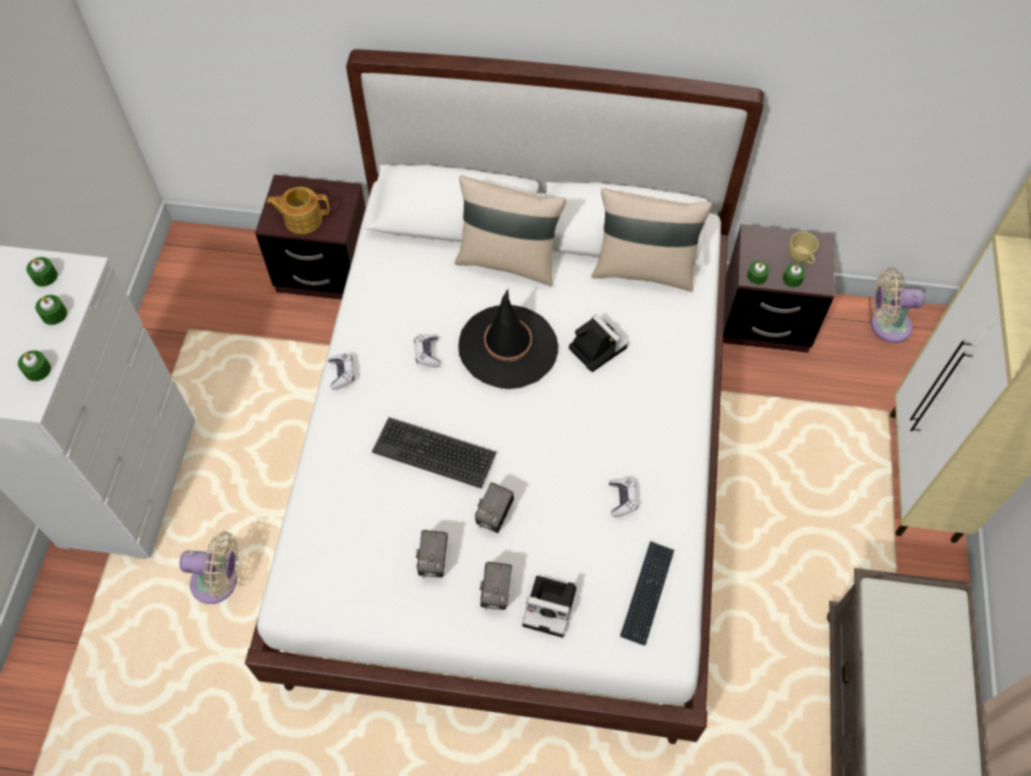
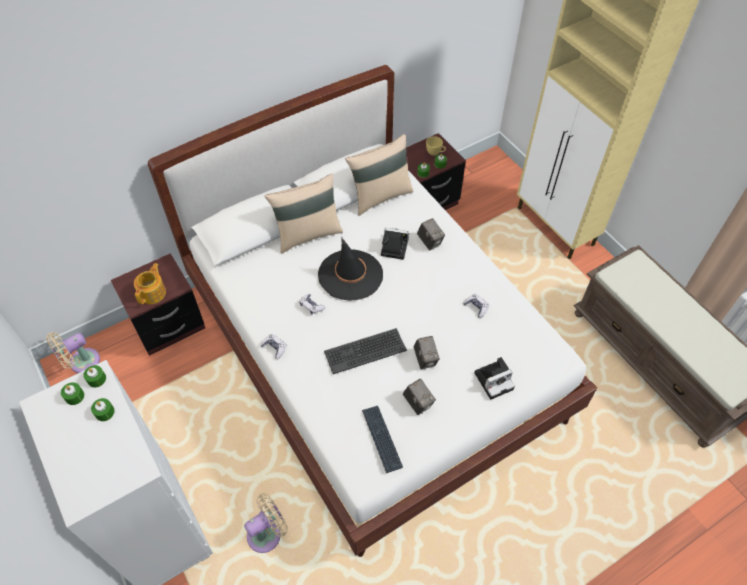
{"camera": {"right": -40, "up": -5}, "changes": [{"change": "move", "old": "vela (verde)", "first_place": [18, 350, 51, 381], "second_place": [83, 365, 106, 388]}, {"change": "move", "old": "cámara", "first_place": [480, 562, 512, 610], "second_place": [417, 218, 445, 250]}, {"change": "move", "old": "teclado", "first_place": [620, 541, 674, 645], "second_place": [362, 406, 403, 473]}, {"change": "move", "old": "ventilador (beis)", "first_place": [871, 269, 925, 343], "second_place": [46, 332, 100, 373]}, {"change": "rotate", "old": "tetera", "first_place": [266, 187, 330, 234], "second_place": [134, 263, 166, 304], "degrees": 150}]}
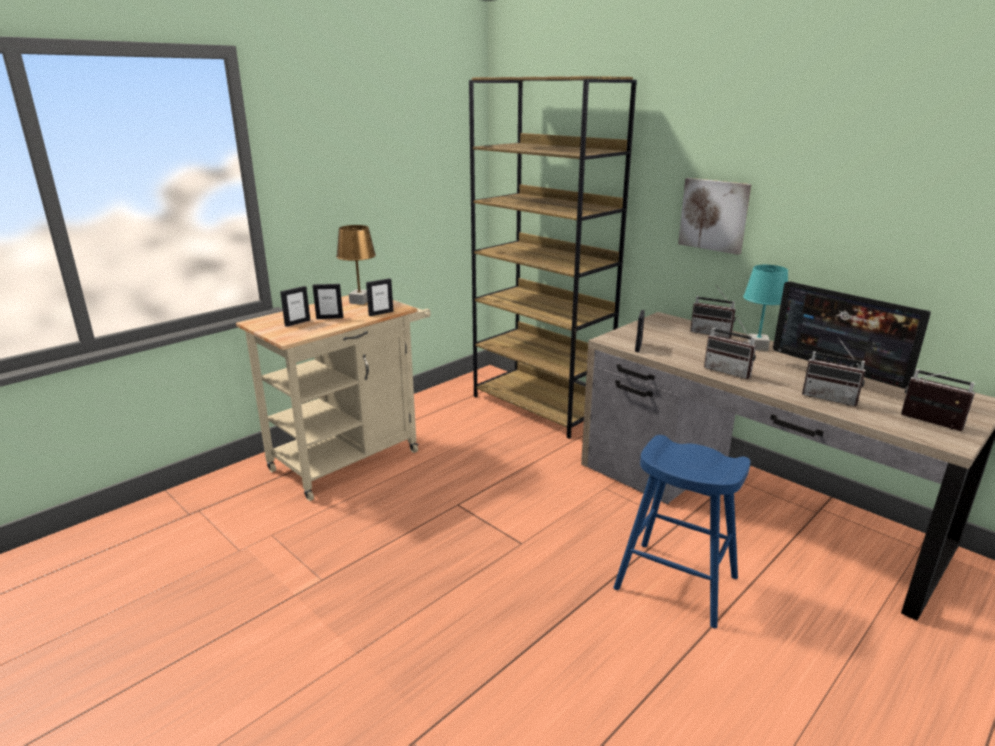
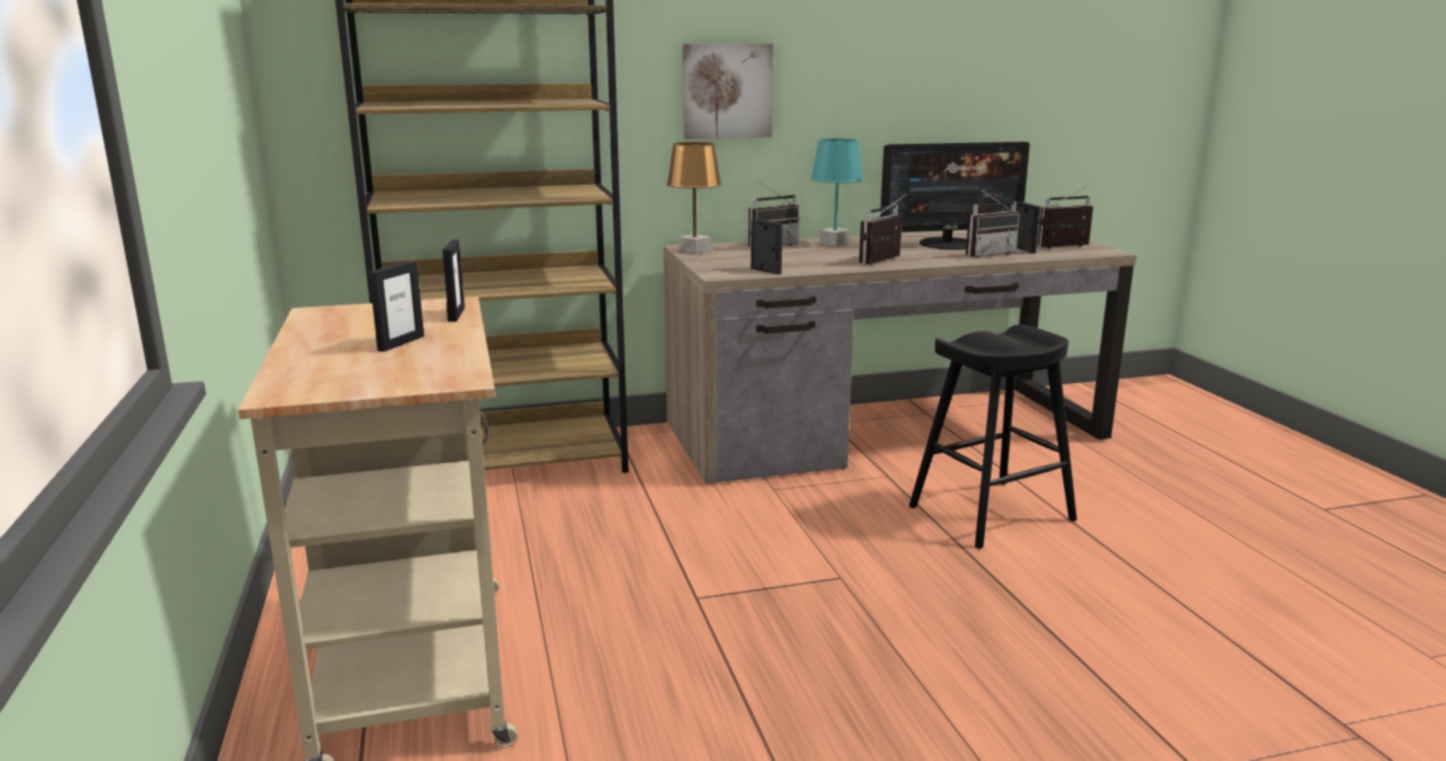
{"camera": {"right": -60, "up": -5}, "changes": [{"change": "move", "old": "portarretratos", "first_place": [280, 286, 310, 327], "second_place": [1016, 202, 1040, 253]}, {"change": "move", "old": "lámpara de mesa (marrón)", "first_place": [336, 225, 376, 305], "second_place": [667, 142, 722, 254]}, {"change": "recolor", "old": "taburete (azul)", "new": "taburete (negro)", "first_place": [613, 435, 750, 628], "second_place": [909, 324, 1077, 549]}, {"change": "rotate", "old": "radio", "first_place": [704, 316, 756, 379], "second_place": [859, 195, 906, 265], "degrees": 150}]}
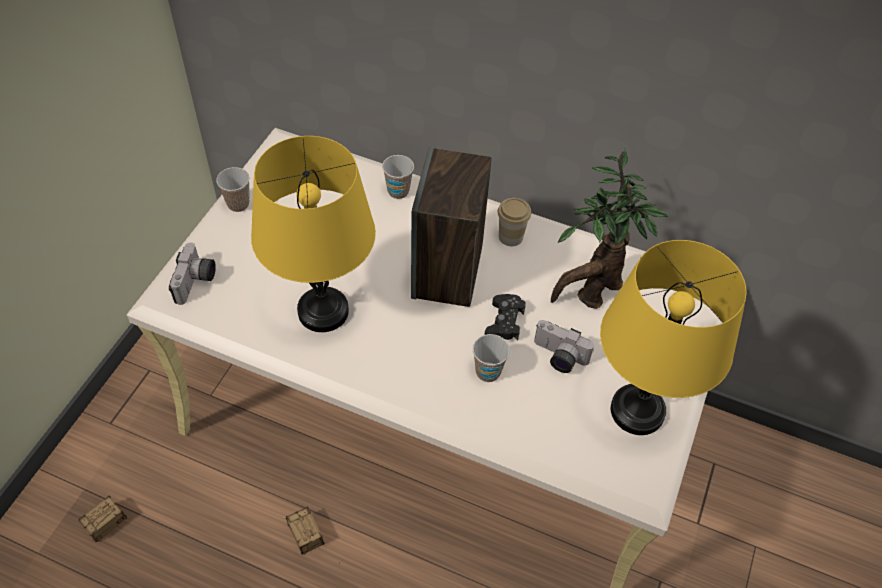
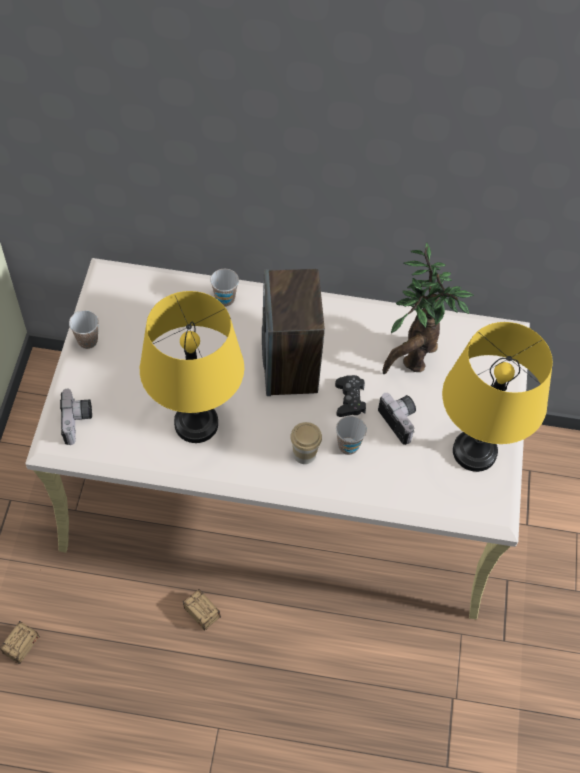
{"camera": {"right": -15, "up": 5}, "changes": [{"change": "move", "old": "taza", "first_place": [498, 198, 531, 246], "second_place": [290, 422, 322, 464]}, {"change": "rotate", "old": "cámara", "first_place": [534, 320, 594, 373], "second_place": [378, 393, 416, 445], "degrees": -135}]}
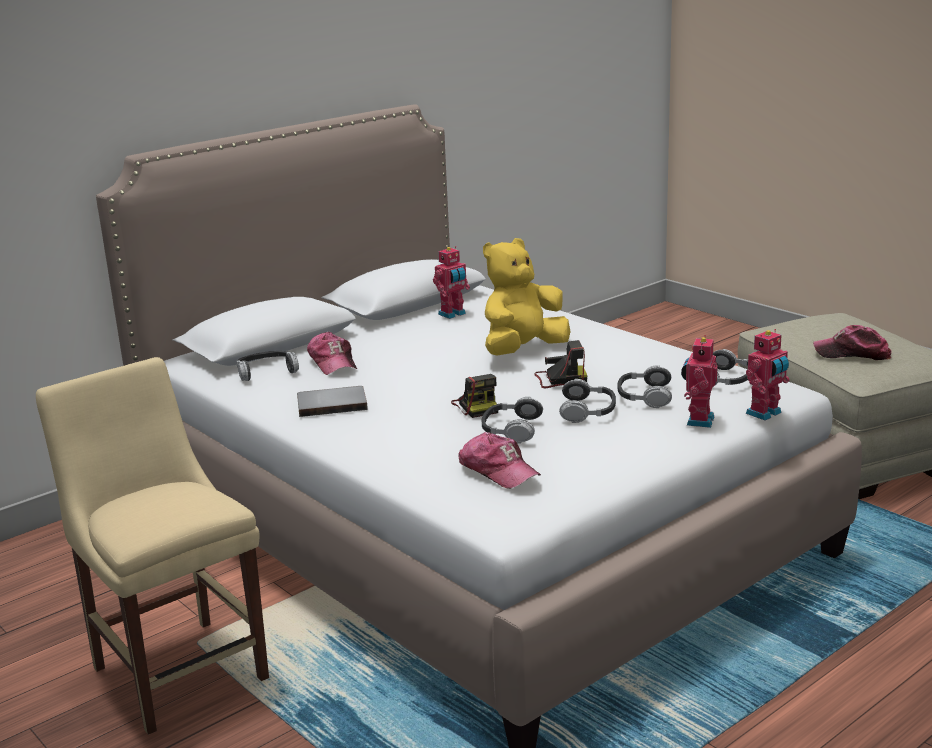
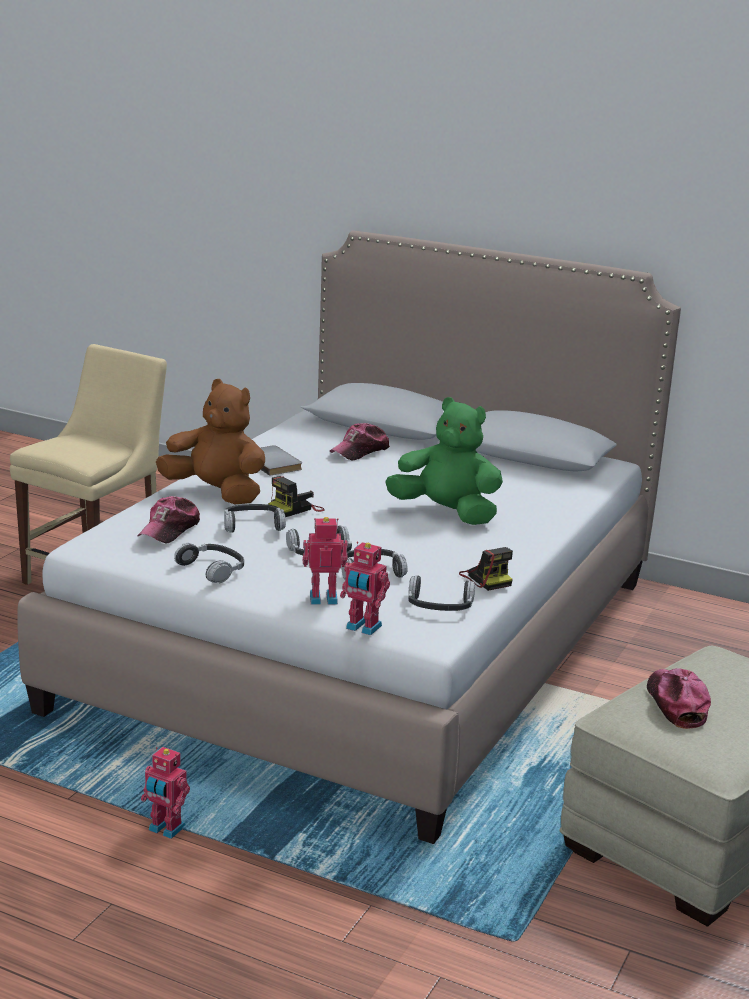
{"camera": {"right": 65, "up": 0}, "changes": [{"change": "insert", "new": "peluche (marrón)", "second_place": [156, 379, 265, 504]}, {"change": "move", "old": "auriculares", "first_place": [236, 351, 299, 381], "second_place": [174, 543, 244, 583]}, {"change": "move", "old": "robot de juguete", "first_place": [433, 246, 470, 319], "second_place": [141, 747, 190, 839]}, {"change": "move", "old": "cámara", "first_place": [534, 340, 588, 388], "second_place": [459, 547, 513, 591]}, {"change": "recolor", "old": "peluche (amarillo)", "new": "peluche (verde)", "first_place": [483, 238, 571, 355], "second_place": [385, 397, 503, 525]}]}
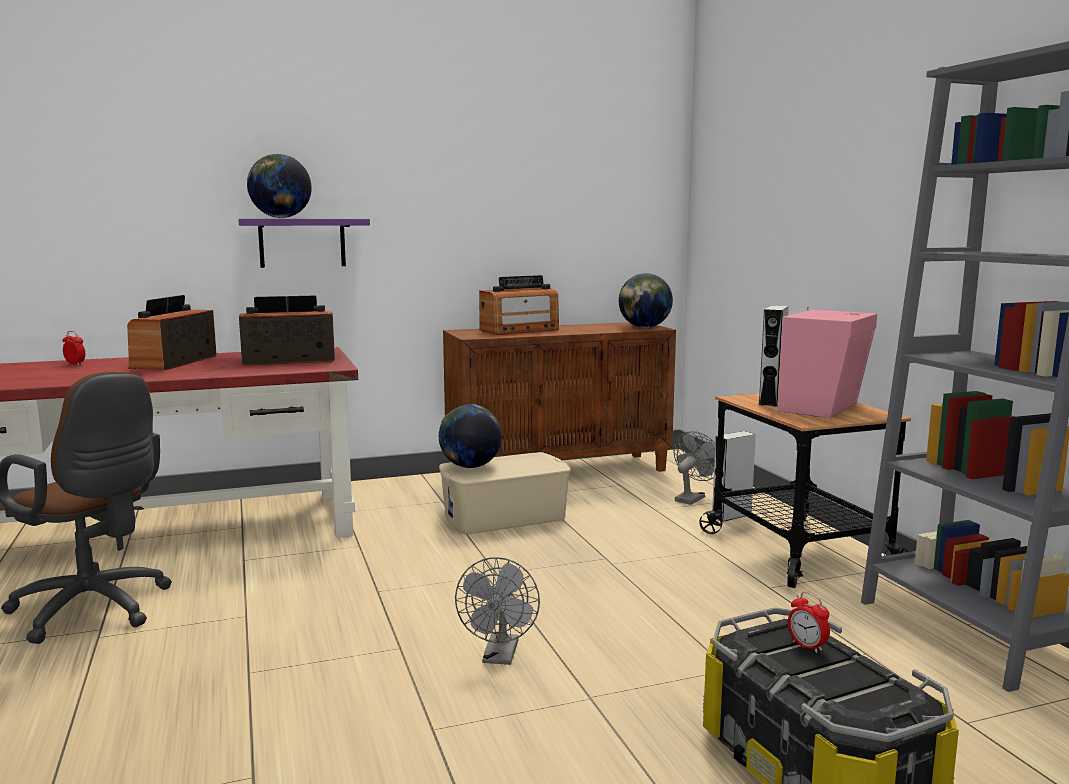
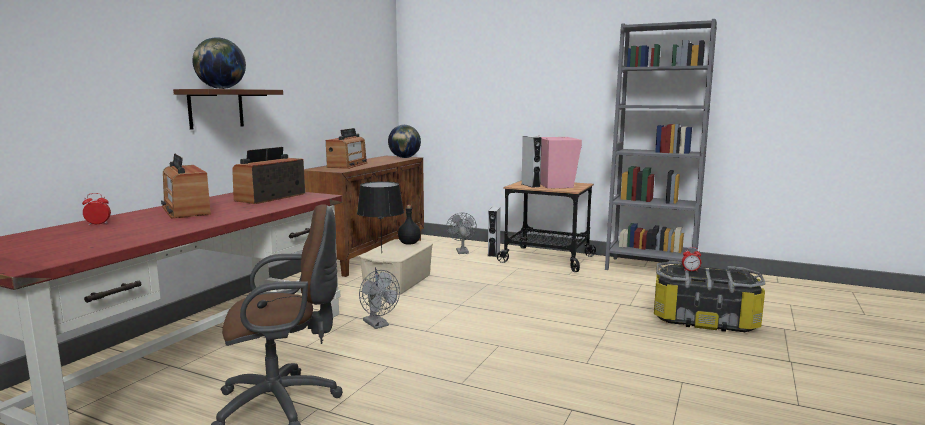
{"camera": {"right": -45, "up": 0}, "changes": [{"change": "insert", "new": "botella (negro)", "second_place": [398, 205, 421, 245]}, {"change": "move", "old": "ventilador (gris)", "first_place": [455, 557, 540, 665], "second_place": [359, 270, 400, 329]}, {"change": "replace", "old": "globo terráqueo", "new": "lámpara de mesa (negro)", "first_place": [439, 404, 502, 468], "second_place": [357, 181, 404, 252]}, {"change": "recolor", "old": "estante (morado)", "new": "estante (marrón)", "first_place": [238, 219, 370, 268], "second_place": [173, 89, 283, 130]}]}
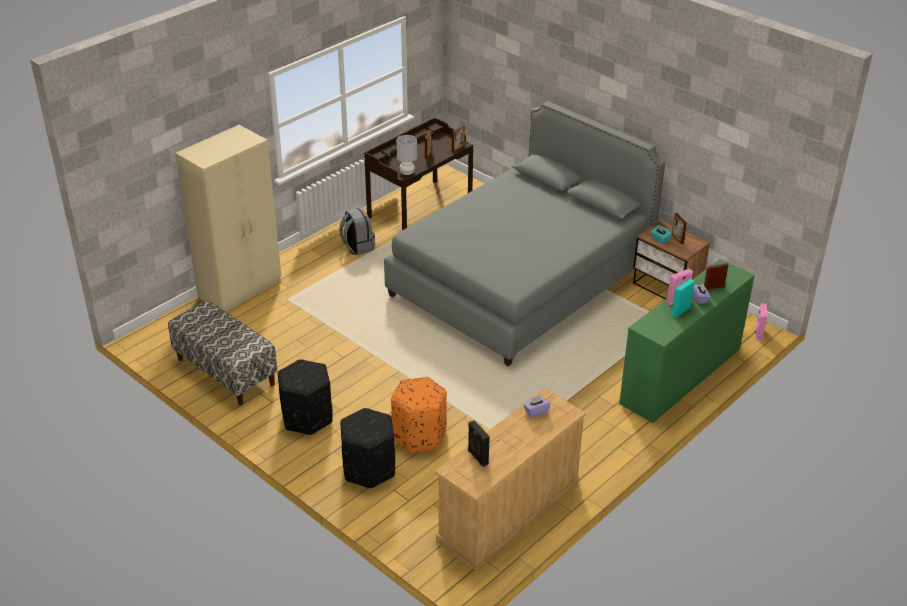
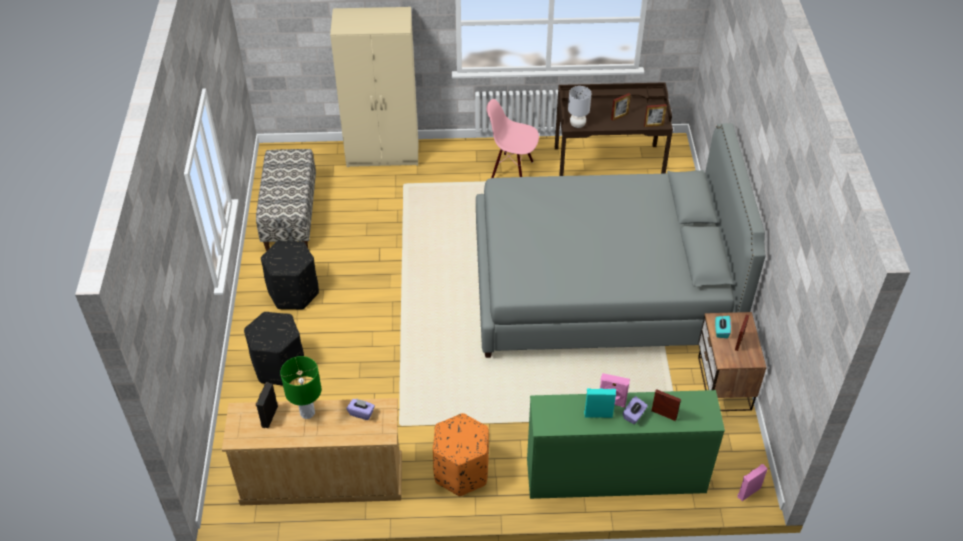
{"camera": {"right": 45, "up": 10}, "changes": [{"change": "insert", "new": "lámpara de mesa (verde)", "second_place": [280, 356, 321, 419]}, {"change": "move", "old": "puf (naranja)", "first_place": [391, 377, 447, 453], "second_place": [433, 413, 489, 496]}, {"change": "replace", "old": "mochila (gris)", "new": "silla (rosa)", "first_place": [339, 208, 375, 255], "second_place": [487, 99, 539, 178]}]}
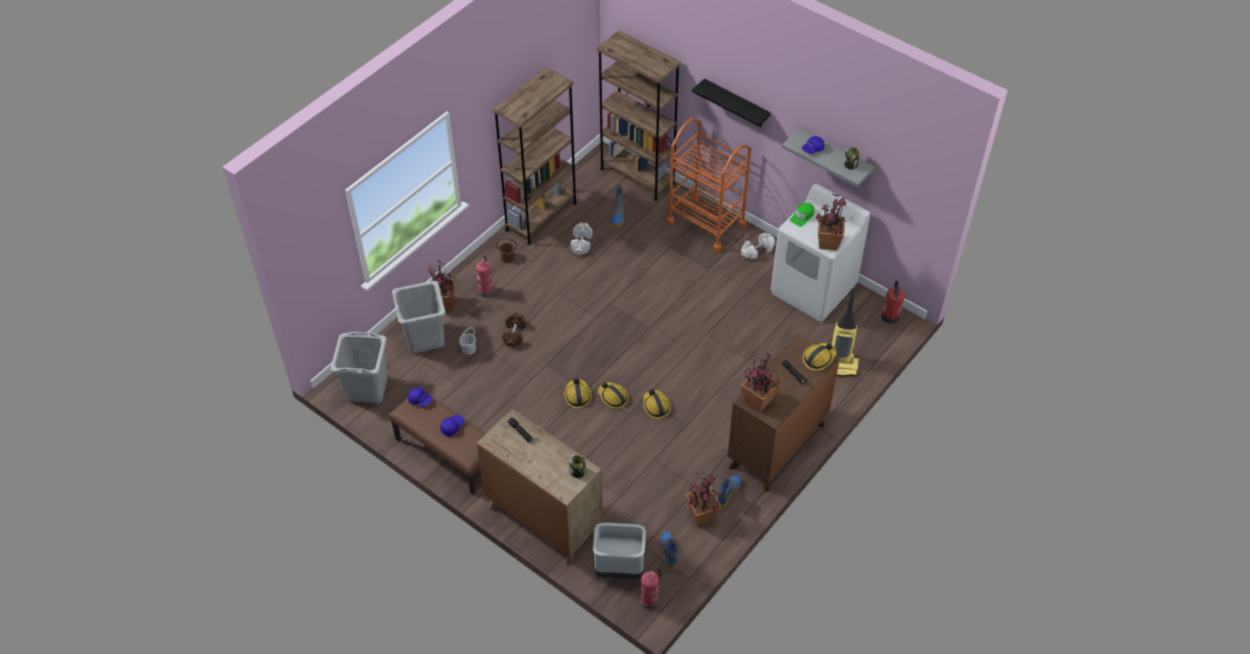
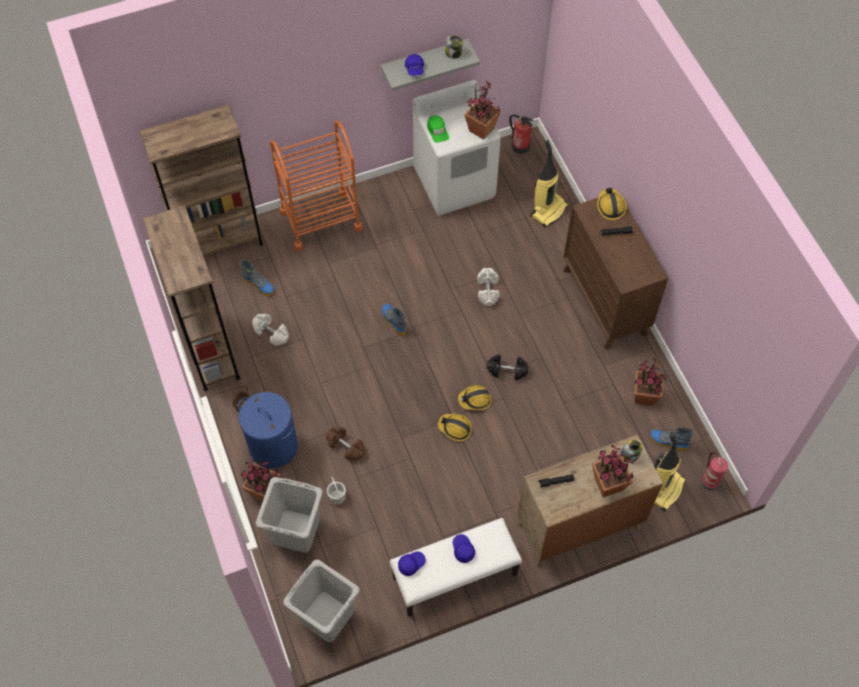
{"camera": {"right": -60, "up": 10}, "changes": [{"change": "delete", "old": "estante (negro)", "first_place": [692, 79, 771, 127]}, {"change": "move", "old": "bota", "first_place": [717, 476, 741, 509], "second_place": [382, 304, 406, 336]}, {"change": "move", "old": "mancuerna (blanco)", "first_place": [741, 233, 775, 260], "second_place": [477, 268, 500, 306]}, {"change": "move", "old": "planta en maceta", "first_place": [741, 352, 780, 412], "second_place": [592, 445, 634, 497]}, {"change": "replace", "old": "extintor", "new": "cesto de la ropa (azul)", "first_place": [476, 256, 494, 298], "second_place": [238, 392, 298, 468]}, {"change": "replace", "old": "papelera (gris)", "new": "aspiradora", "first_place": [593, 523, 646, 579], "second_place": [654, 433, 686, 511]}, {"change": "replace", "old": "casco", "new": "mancuerna (negro)", "first_place": [643, 389, 671, 419], "second_place": [487, 355, 529, 380]}, {"change": "recolor", "old": "banco (marrón)", "new": "banco (blanco)", "first_place": [388, 393, 486, 495], "second_place": [390, 518, 522, 617]}]}
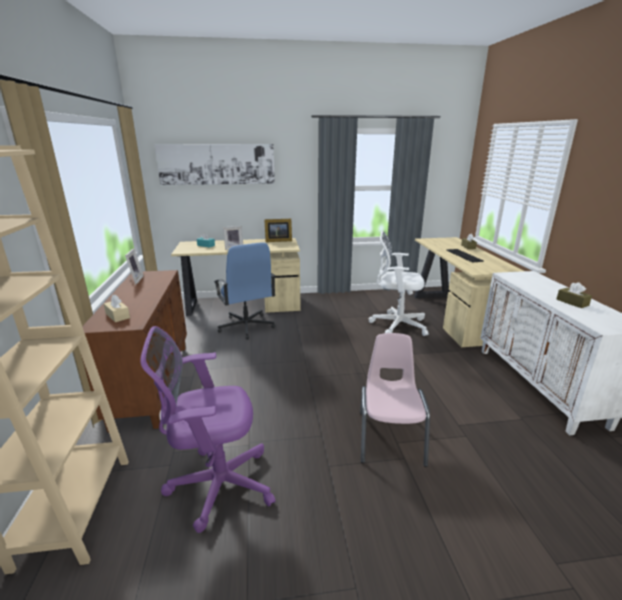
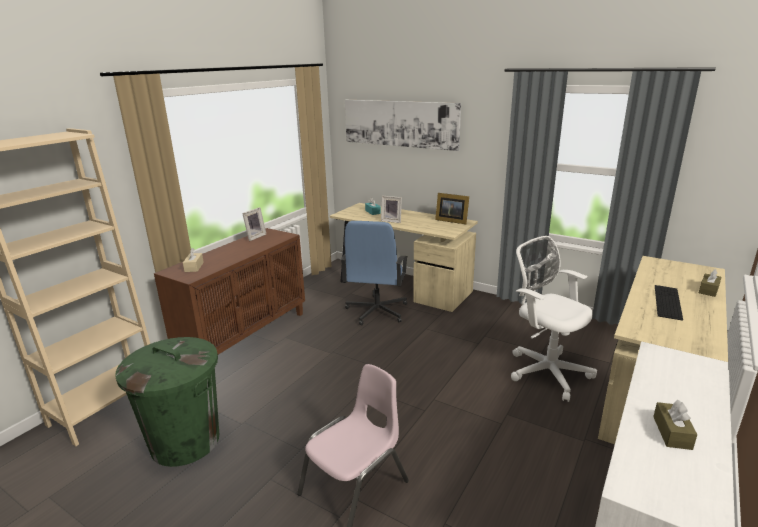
{"camera": {"right": 40, "up": 0}, "changes": [{"change": "replace", "old": "silla de oficina (morado)", "new": "papelera (verde)", "first_place": [140, 326, 276, 533], "second_place": [115, 337, 219, 467]}]}
